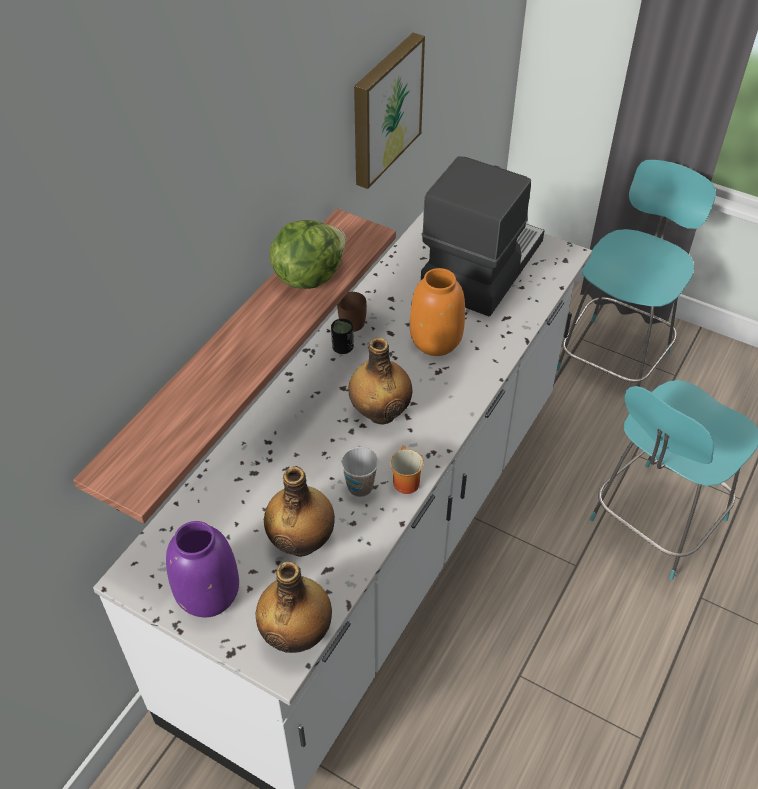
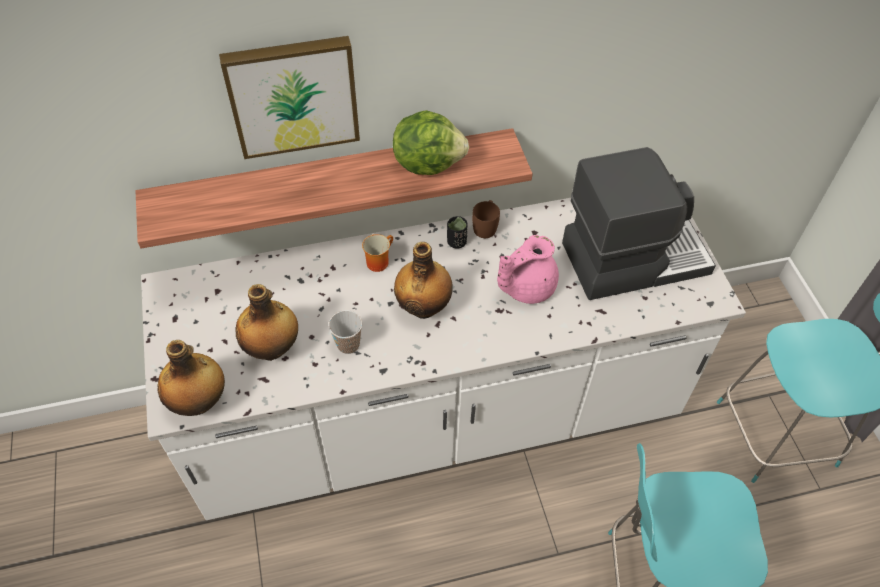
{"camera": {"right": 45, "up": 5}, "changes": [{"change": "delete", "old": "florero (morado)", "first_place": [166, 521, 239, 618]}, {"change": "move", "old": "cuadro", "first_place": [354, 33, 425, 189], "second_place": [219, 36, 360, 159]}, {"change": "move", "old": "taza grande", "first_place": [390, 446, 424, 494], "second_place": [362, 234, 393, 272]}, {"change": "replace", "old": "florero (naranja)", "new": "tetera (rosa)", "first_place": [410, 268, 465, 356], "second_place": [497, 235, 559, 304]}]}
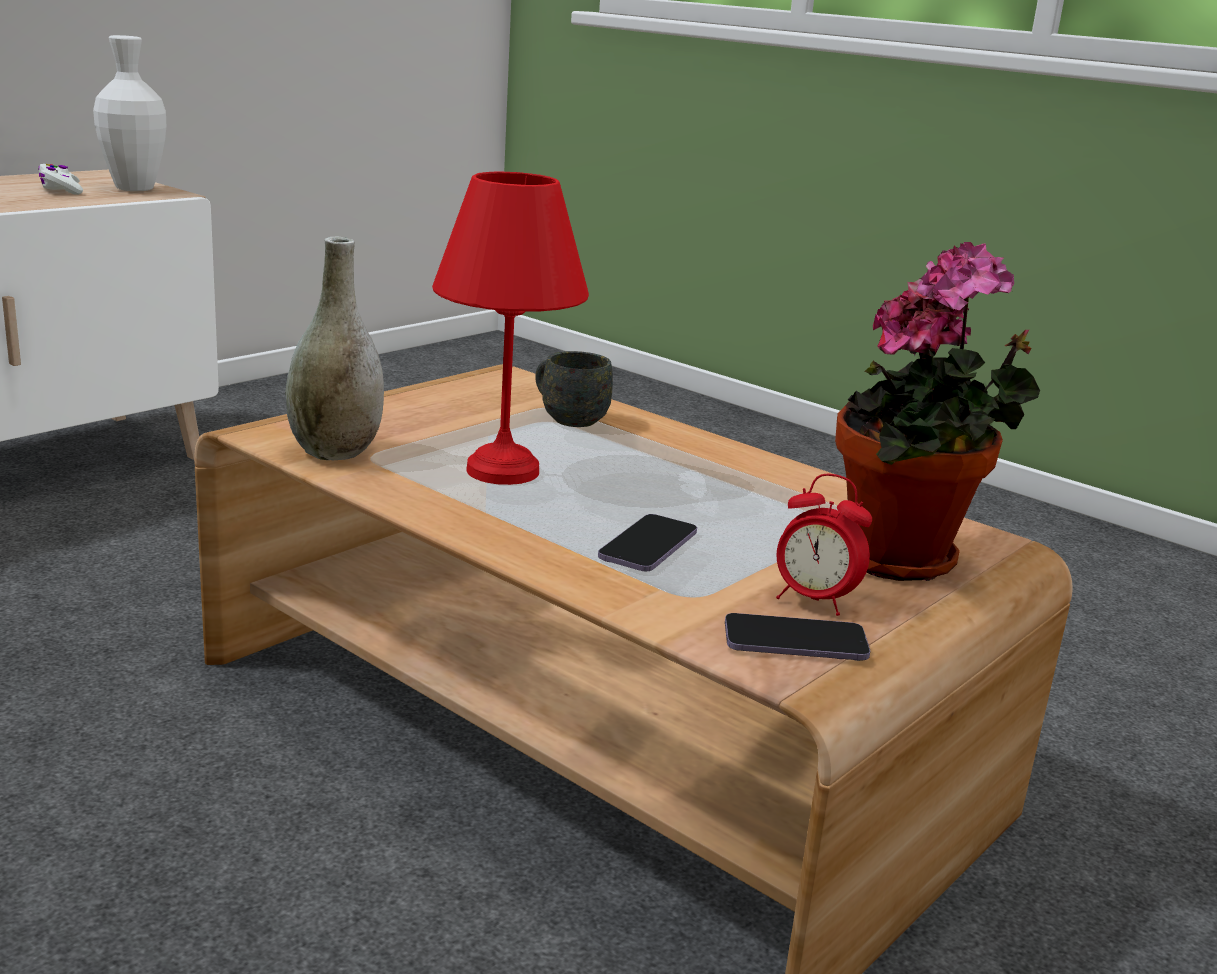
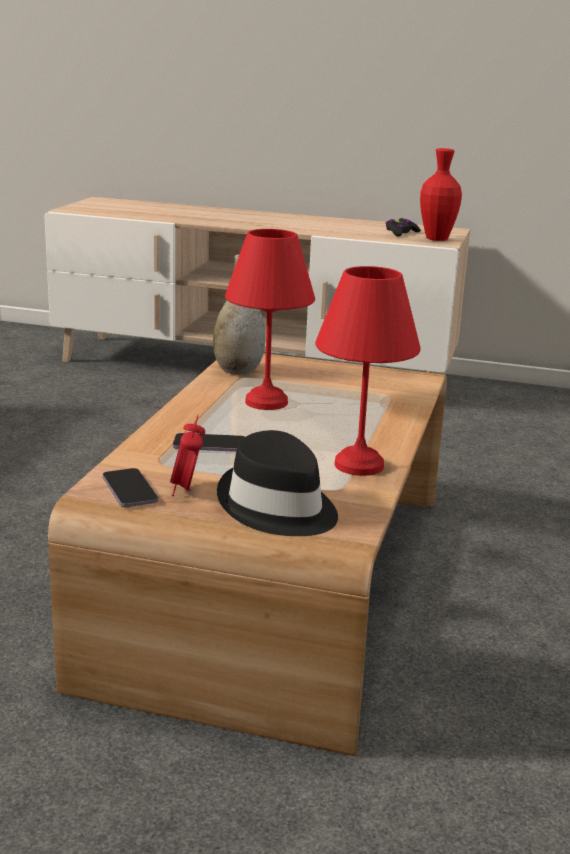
{"camera": {"right": 65, "up": 0}, "changes": [{"change": "delete", "old": "taza grande (gris)", "first_place": [535, 351, 613, 427]}, {"change": "insert", "new": "lámpara de mesa (rojo)", "second_place": [315, 266, 421, 476]}, {"change": "replace", "old": "planta en maceta", "new": "sombrero (negro)", "first_place": [835, 242, 1040, 581], "second_place": [217, 430, 338, 536]}, {"change": "recolor", "old": "mando de consola (blanco)", "new": "mando de consola (negro)", "first_place": [39, 164, 83, 195], "second_place": [385, 218, 421, 236]}, {"change": "recolor", "old": "florero (blanco)", "new": "florero (rojo)", "first_place": [93, 35, 166, 191], "second_place": [420, 148, 462, 241]}]}
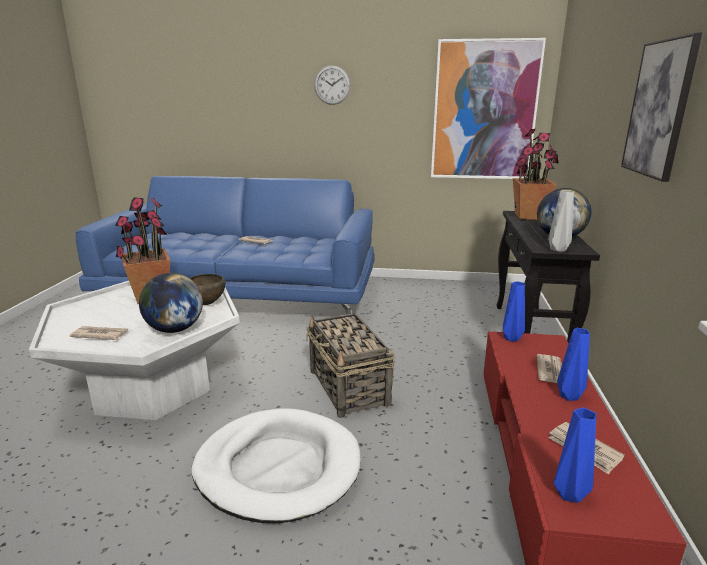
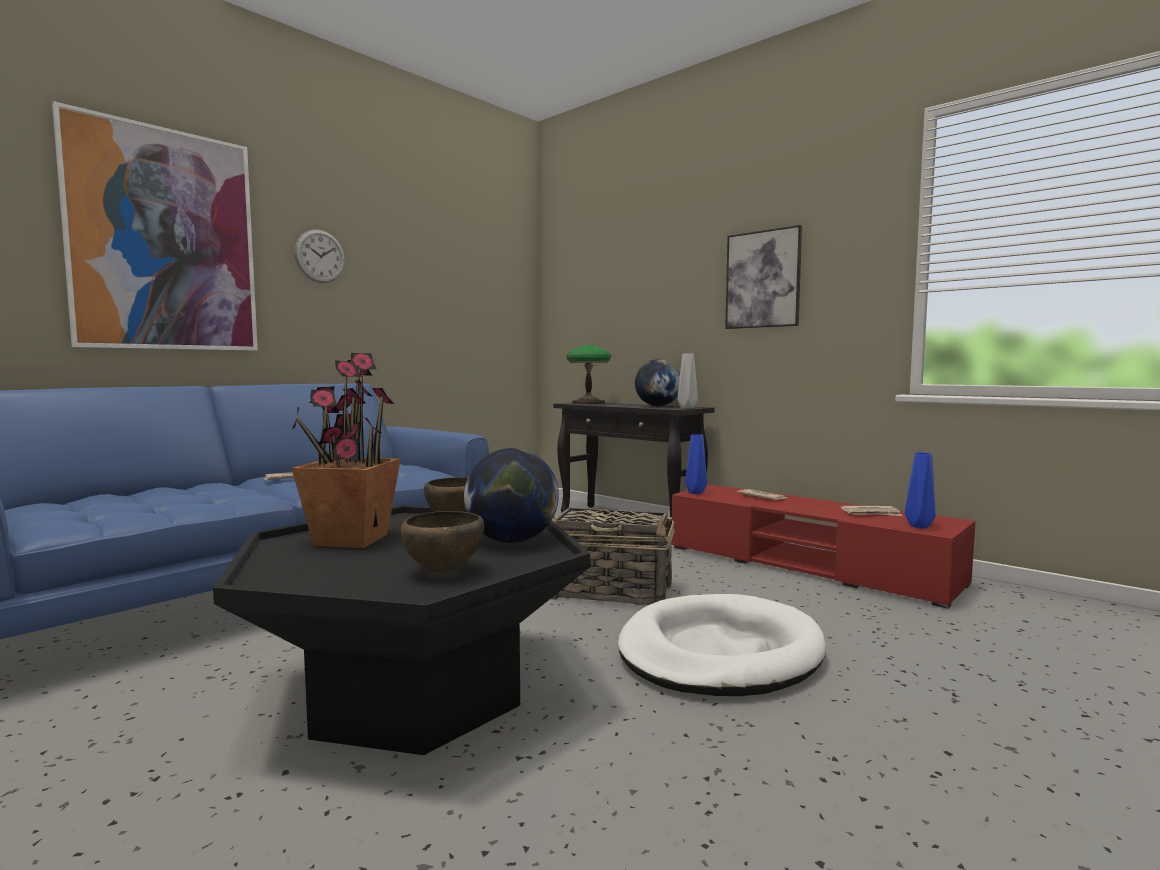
{"camera": {"right": -55, "up": -15}, "changes": [{"change": "delete", "old": "florero (azul)", "first_place": [557, 328, 590, 401]}, {"change": "move", "old": "cuadro", "first_place": [431, 38, 546, 179], "second_place": [52, 101, 258, 351]}, {"change": "replace", "old": "periódico", "new": "cuenco (marrón)", "first_place": [69, 326, 128, 340], "second_place": [401, 511, 484, 574]}, {"change": "replace", "old": "planta en maceta", "new": "lámpara de mesa", "first_place": [513, 129, 559, 220], "second_place": [566, 345, 611, 404]}, {"change": "recolor", "old": "mesa de centro (blanco)", "new": "mesa de centro (negro)", "first_place": [29, 281, 240, 420], "second_place": [213, 505, 590, 755]}]}
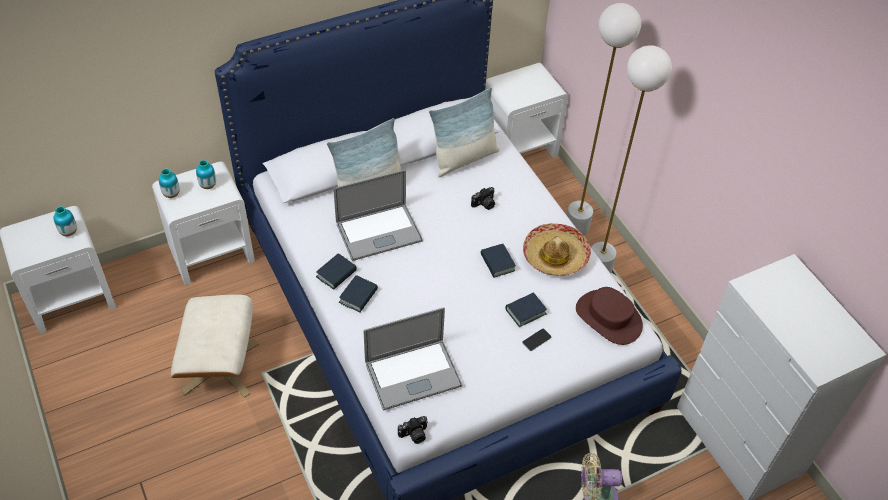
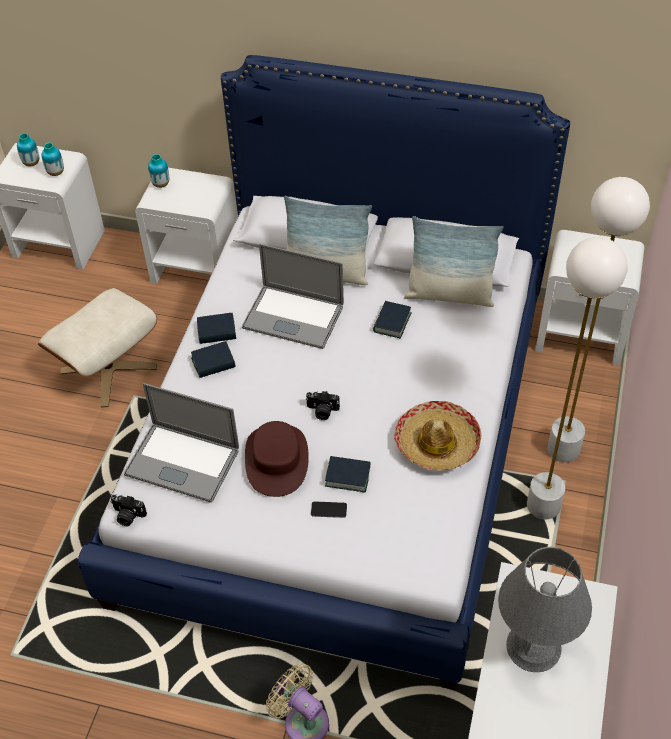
{"camera": {"right": 45, "up": 0}, "changes": [{"change": "insert", "new": "lámpara de mesa (gris)", "second_place": [498, 547, 592, 672]}, {"change": "move", "old": "florero", "first_place": [196, 160, 216, 189], "second_place": [17, 133, 39, 167]}, {"change": "move", "old": "cámara", "first_place": [471, 187, 495, 210], "second_place": [306, 391, 340, 420]}, {"change": "move", "old": "libro", "first_place": [481, 244, 516, 278], "second_place": [373, 301, 411, 338]}, {"change": "move", "old": "sombrero (marrón)", "first_place": [576, 287, 643, 345], "second_place": [245, 421, 309, 497]}]}
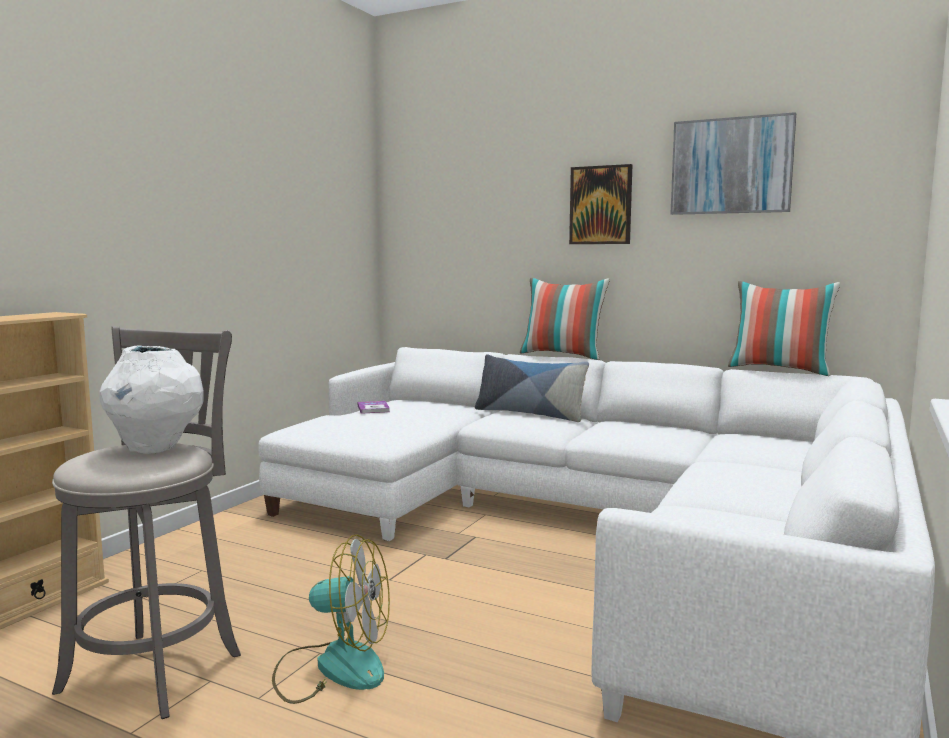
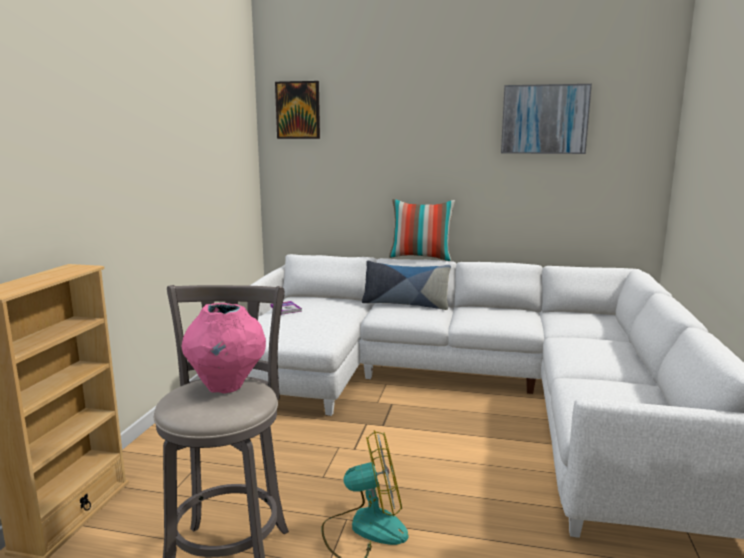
{"camera": {"right": -15, "up": 5}, "changes": [{"change": "delete", "old": "cojín", "first_place": [728, 281, 840, 376]}, {"change": "move", "old": "cuadro", "first_place": [569, 164, 632, 244], "second_place": [275, 81, 320, 139]}, {"change": "recolor", "old": "florero (blanco)", "new": "florero (rosa)", "first_place": [99, 346, 204, 454], "second_place": [181, 303, 266, 394]}]}
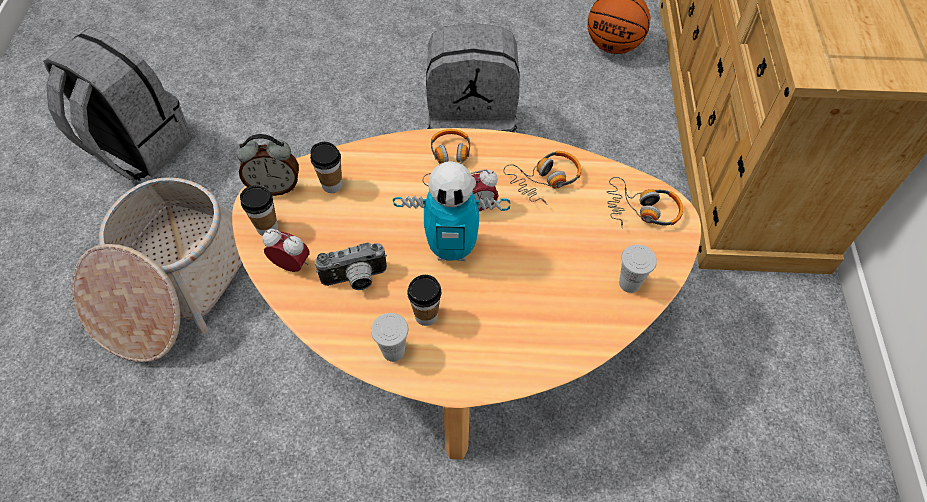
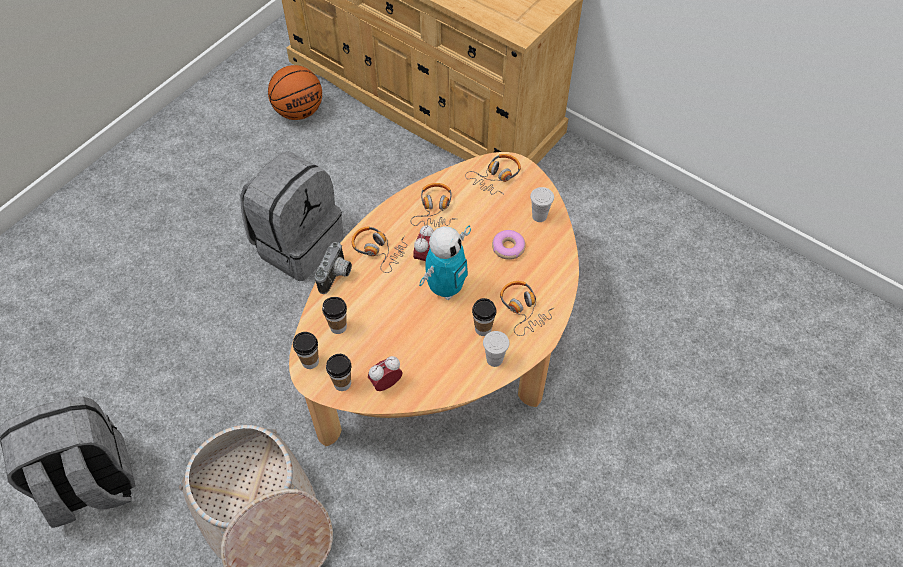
{"camera": {"right": -55, "up": 0}, "changes": [{"change": "insert", "new": "rosquilla", "second_place": [492, 230, 526, 260]}, {"change": "insert", "new": "auriculares", "second_place": [500, 281, 555, 336]}, {"change": "move", "old": "cámara", "first_place": [315, 242, 387, 290], "second_place": [315, 242, 352, 294]}, {"change": "replace", "old": "despertador", "new": "taza", "first_place": [237, 134, 299, 196], "second_place": [293, 332, 319, 369]}]}
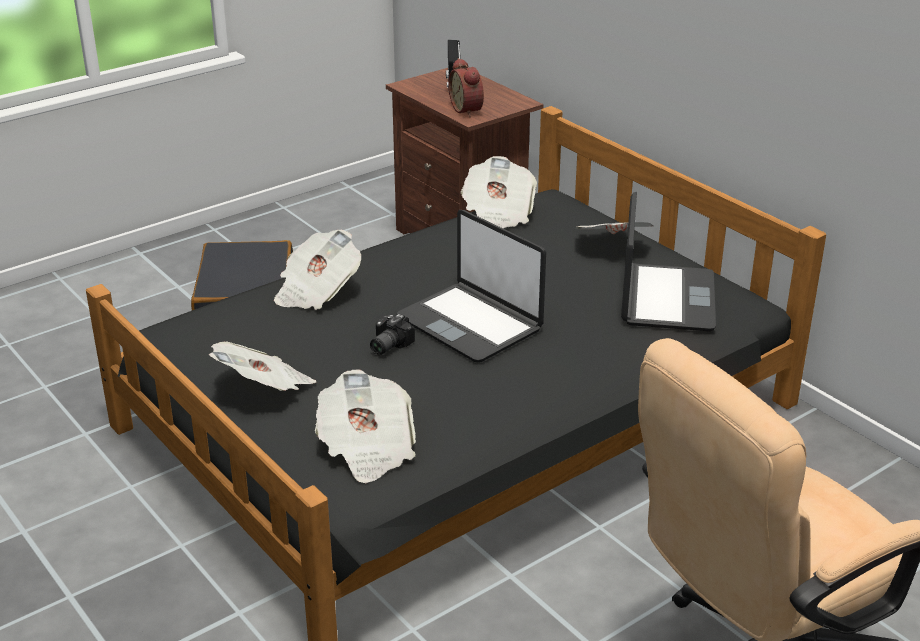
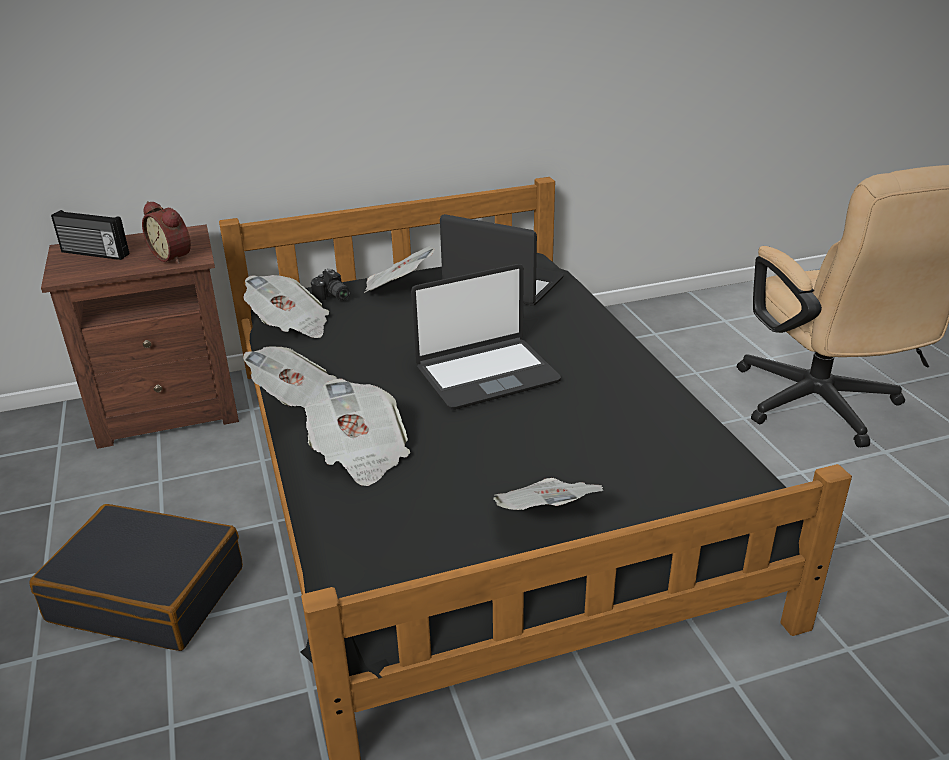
{"camera": {"right": -70, "up": 0}, "changes": [{"change": "move", "old": "periódico", "first_place": [315, 370, 416, 483], "second_place": [243, 346, 337, 408]}, {"change": "move", "old": "cámara", "first_place": [370, 314, 415, 355], "second_place": [311, 268, 350, 301]}, {"change": "rotate", "old": "despertador", "first_place": [449, 58, 484, 117], "second_place": [142, 201, 191, 264], "degrees": 45}]}
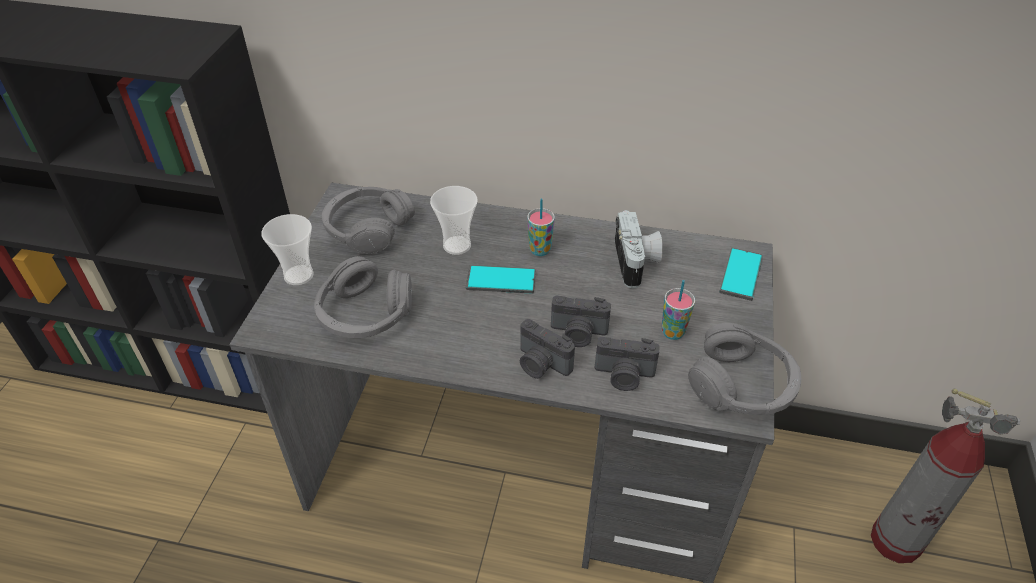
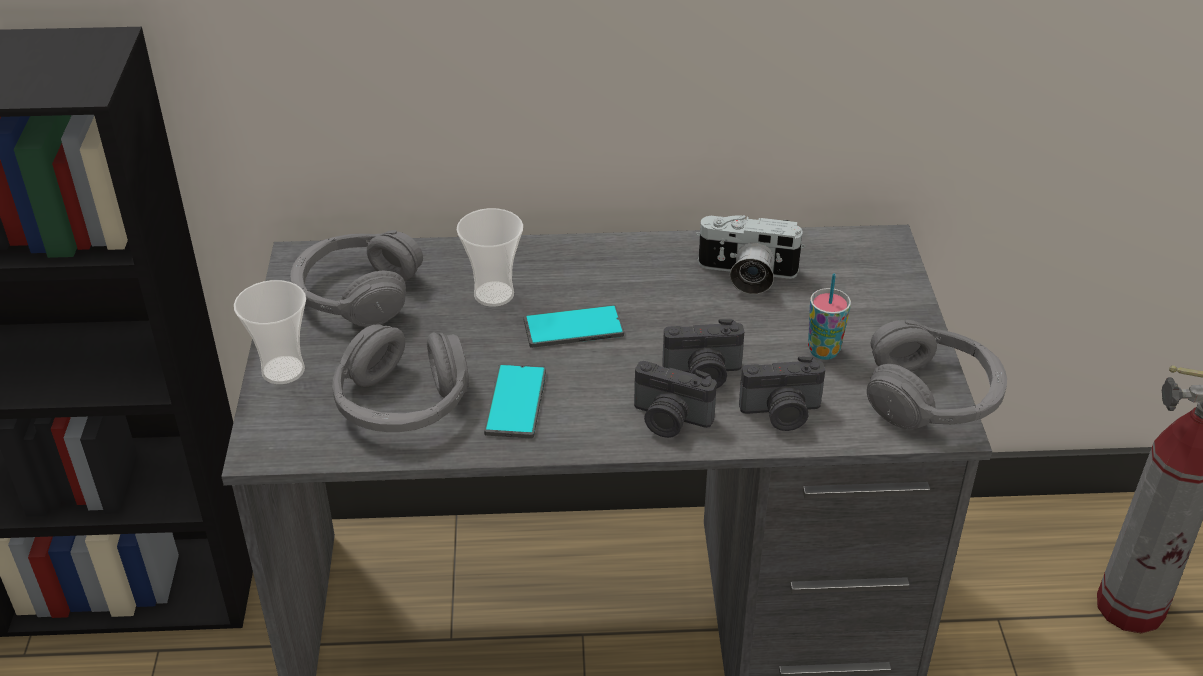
{"camera": {"right": -15, "up": -5}, "changes": [{"change": "delete", "old": "taza", "first_place": [527, 199, 555, 256]}, {"change": "move", "old": "móvil", "first_place": [719, 248, 763, 301], "second_place": [484, 364, 546, 439]}, {"change": "rotate", "old": "cámara", "first_place": [615, 210, 663, 289], "second_place": [696, 215, 805, 294], "degrees": 120}]}
